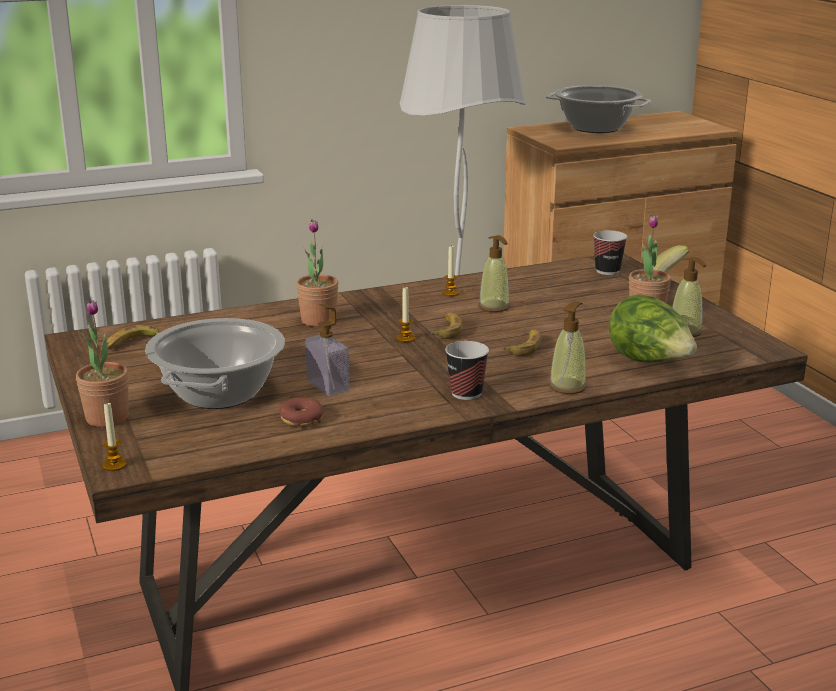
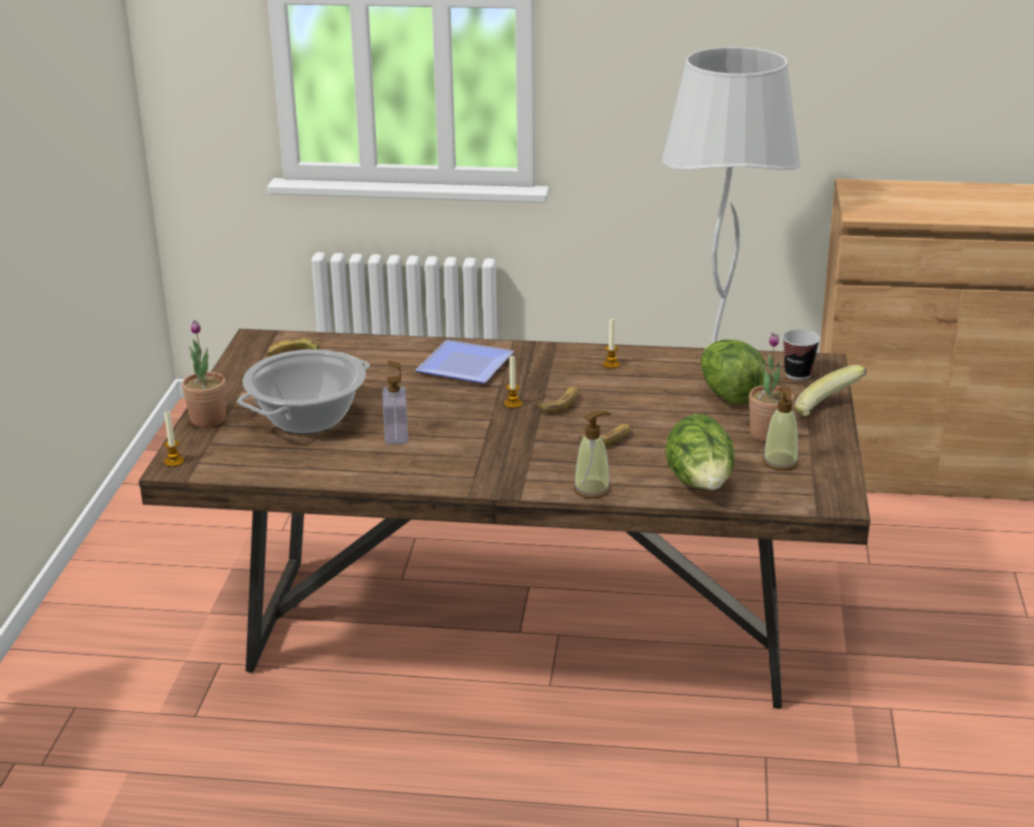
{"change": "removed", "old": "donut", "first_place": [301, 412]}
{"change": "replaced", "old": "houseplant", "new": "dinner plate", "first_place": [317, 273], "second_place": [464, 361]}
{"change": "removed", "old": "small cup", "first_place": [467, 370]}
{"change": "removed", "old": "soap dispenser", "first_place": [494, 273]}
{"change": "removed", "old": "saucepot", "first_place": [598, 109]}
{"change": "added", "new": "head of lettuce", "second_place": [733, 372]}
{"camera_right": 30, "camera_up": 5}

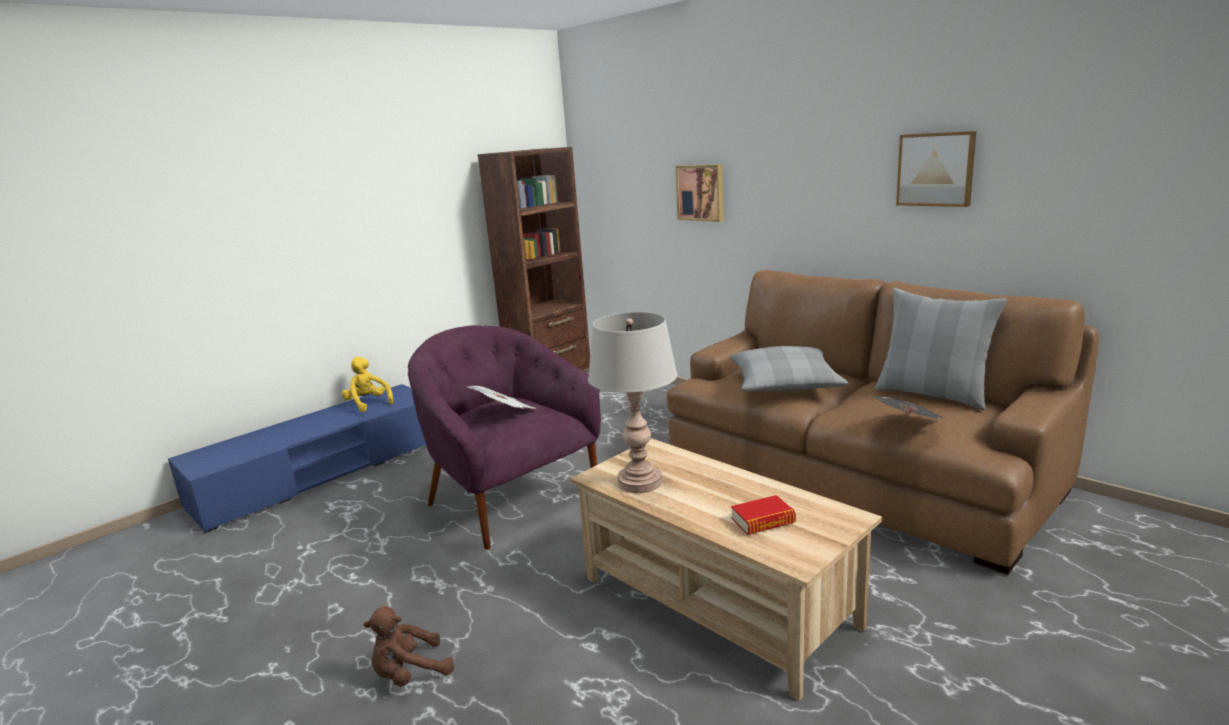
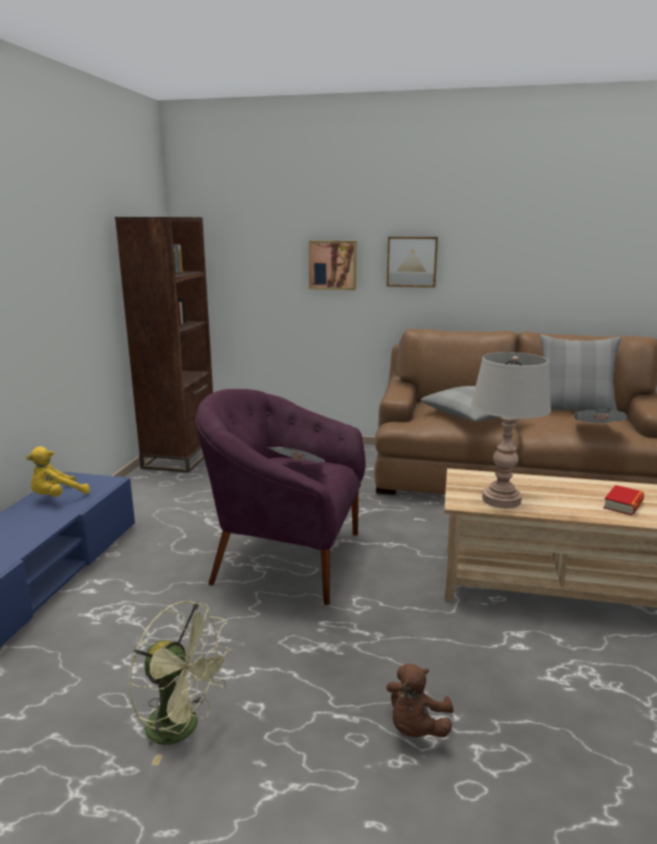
{"change": "turned", "old": "yellowish cuddly toy", "first_place": [367, 384], "second_place": [58, 471], "degrees": -60}
{"change": "moved", "old": "picture", "first_place": [936, 169], "second_place": [412, 262]}
{"change": "added", "new": "greenish cooling fan", "second_place": [181, 683]}
{"camera_right": -35, "camera_up": 0}

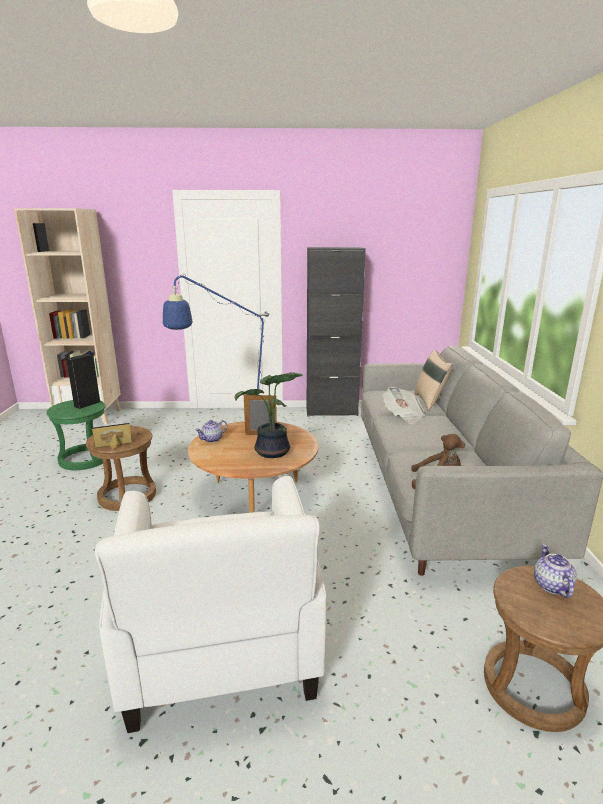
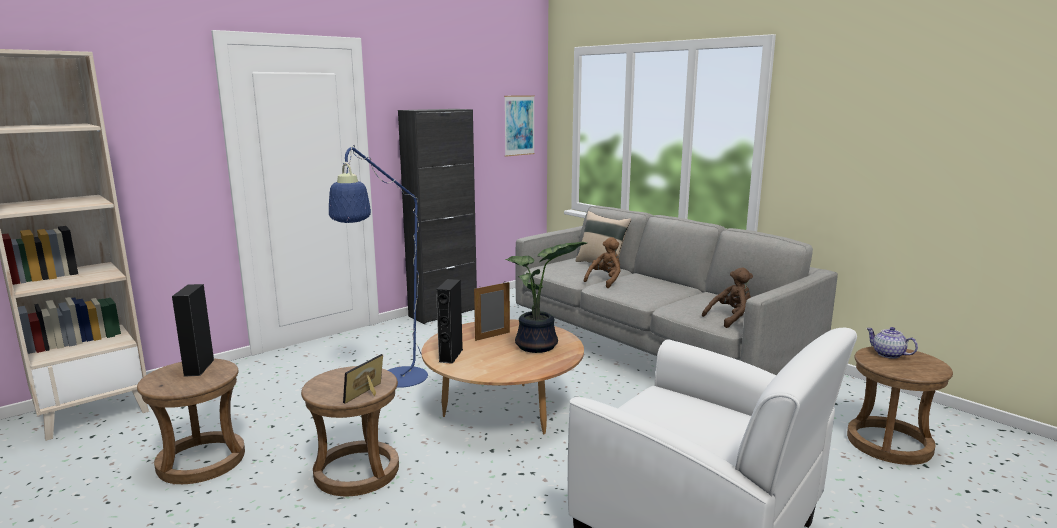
{"change": "recoloured", "old": "greenish stool", "new": "brown stool", "first_place": [75, 435], "second_place": [191, 421]}
{"change": "replaced", "old": "tea pot", "new": "black-coloured speaker", "first_place": [211, 431], "second_place": [449, 321]}
{"change": "replaced", "old": "newspaper", "new": "brown cuddly toy", "first_place": [404, 406], "second_place": [602, 262]}
{"change": "added", "new": "picture", "second_place": [519, 126]}
{"camera_right": -40, "camera_up": -5}

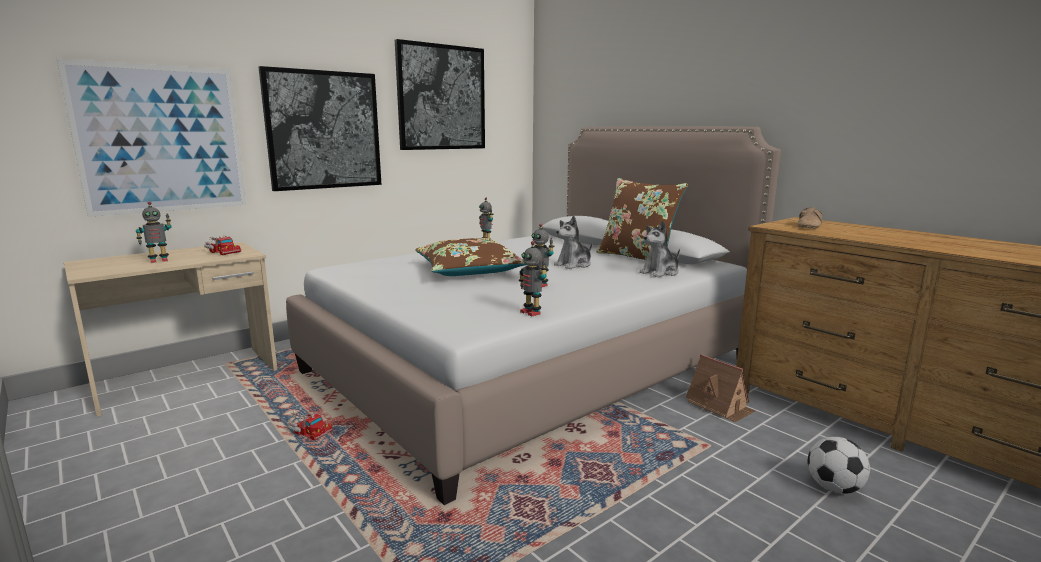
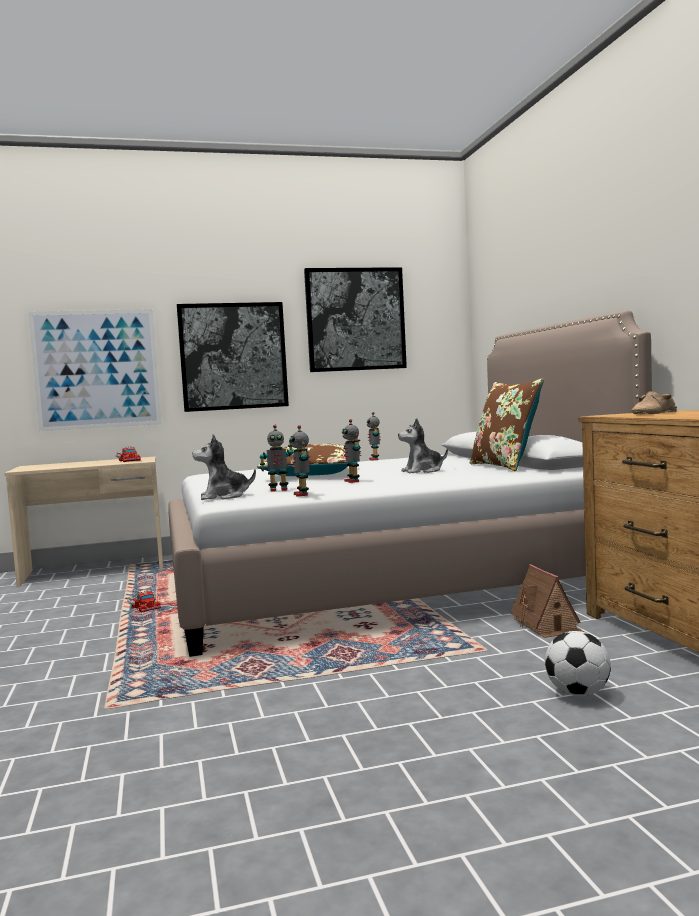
{"change": "moved", "old": "toy robot", "first_place": [153, 232], "second_place": [276, 458]}
{"change": "moved", "old": "cuddly toy", "first_place": [659, 249], "second_place": [224, 467]}
{"camera_right": 25, "camera_up": -10}

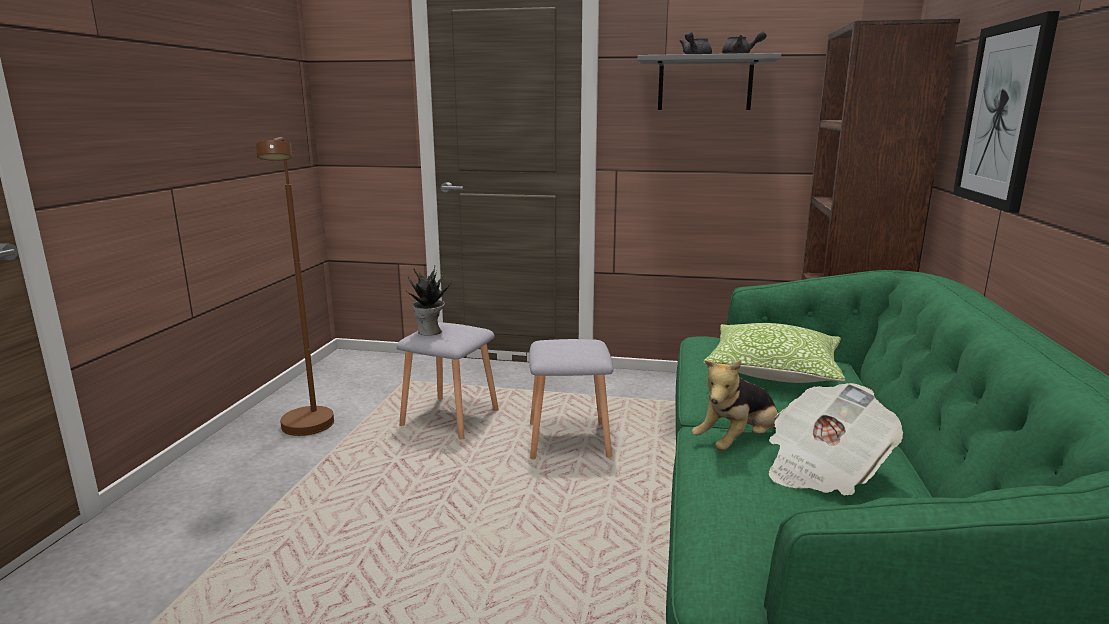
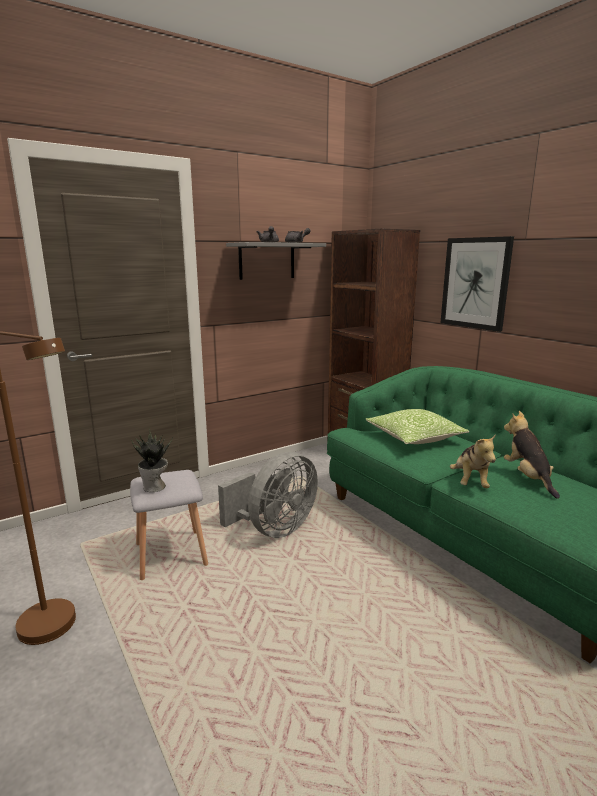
{"change": "replaced", "old": "gray stool", "new": "gray cooling fan", "first_place": [571, 399], "second_place": [268, 495]}
{"change": "replaced", "old": "newspaper", "new": "cuddly toy", "first_place": [836, 439], "second_place": [532, 455]}
{"camera_right": -45, "camera_up": 0}

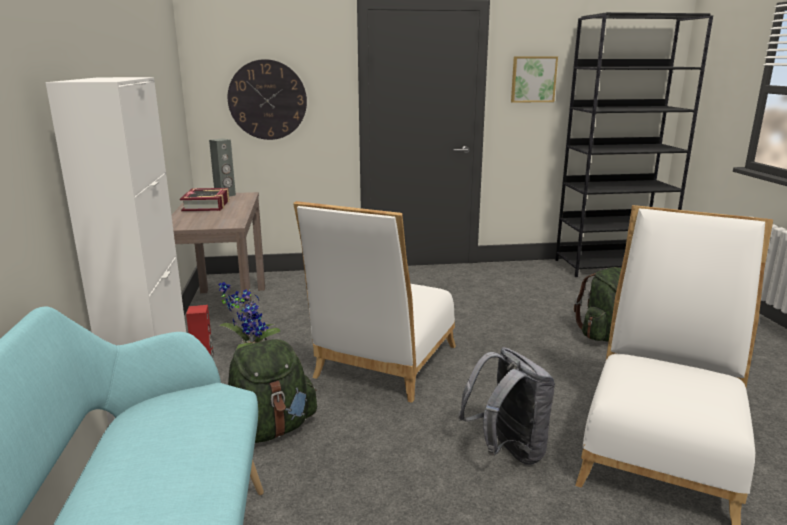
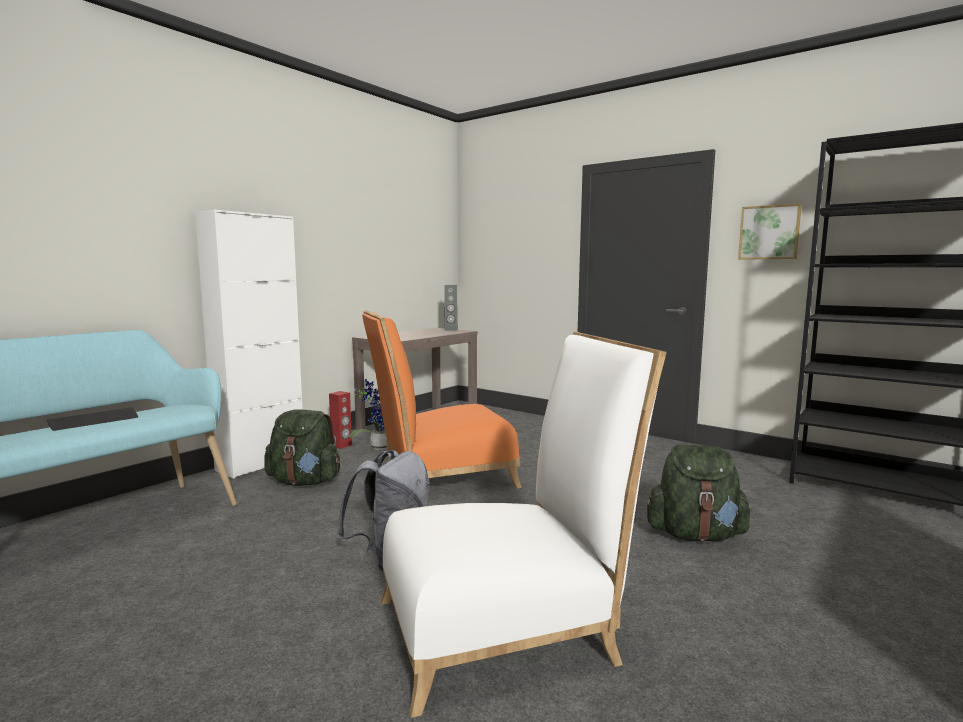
{"change": "removed", "old": "book", "first_place": [204, 199]}
{"change": "removed", "old": "wall clock", "first_place": [267, 99]}
{"change": "recoloured", "old": "whitish upright chair", "new": "orange-coloured upright chair", "first_place": [374, 302], "second_place": [442, 399]}
{"change": "added", "new": "PC keyboard", "second_place": [92, 419]}
{"camera_right": 45, "camera_up": -10}

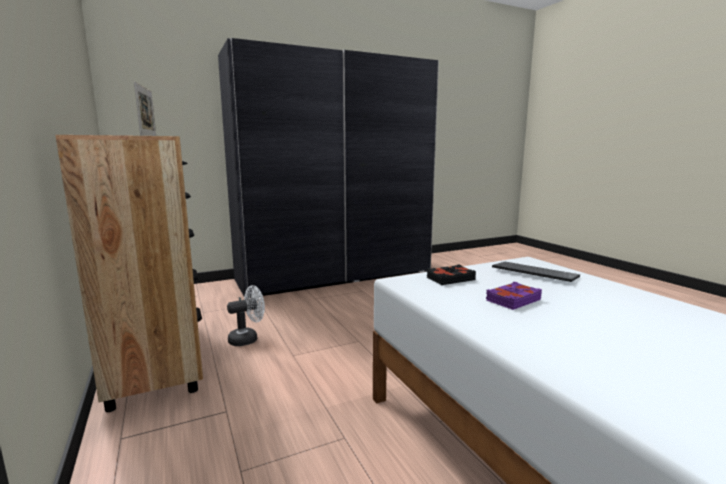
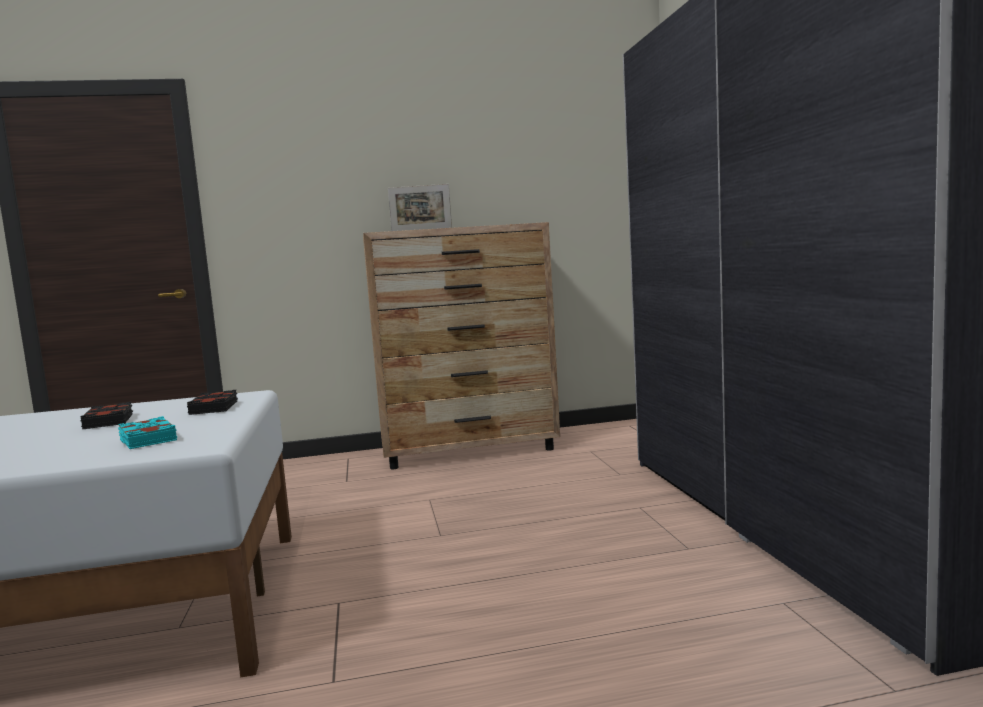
{"change": "removed", "old": "whitish cooling fan", "first_place": [246, 315]}
{"change": "recoloured", "old": "purple-coloured book", "new": "black-coloured book", "first_place": [514, 296], "second_place": [106, 415]}
{"change": "replaced", "old": "PC keyboard", "new": "blue-green book", "first_place": [536, 272], "second_place": [147, 432]}
{"camera_right": 105, "camera_up": -5}

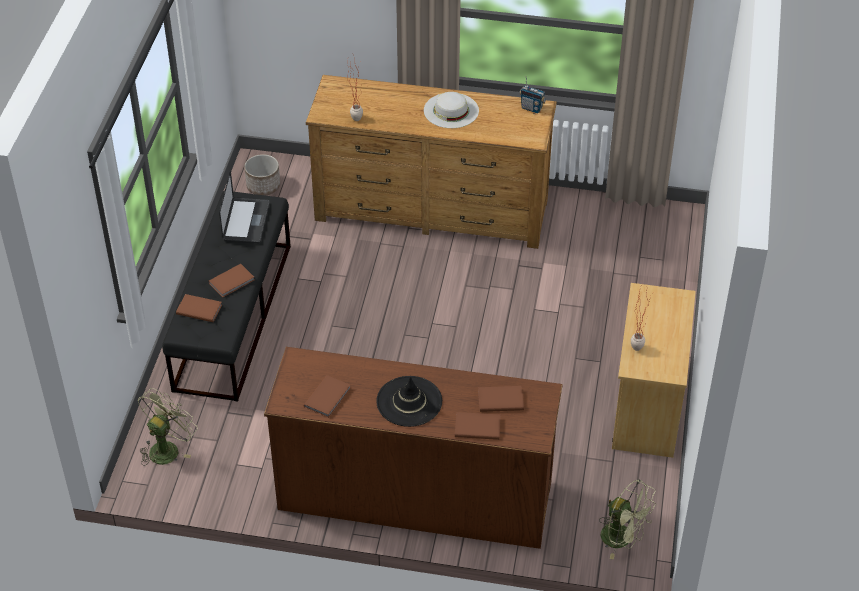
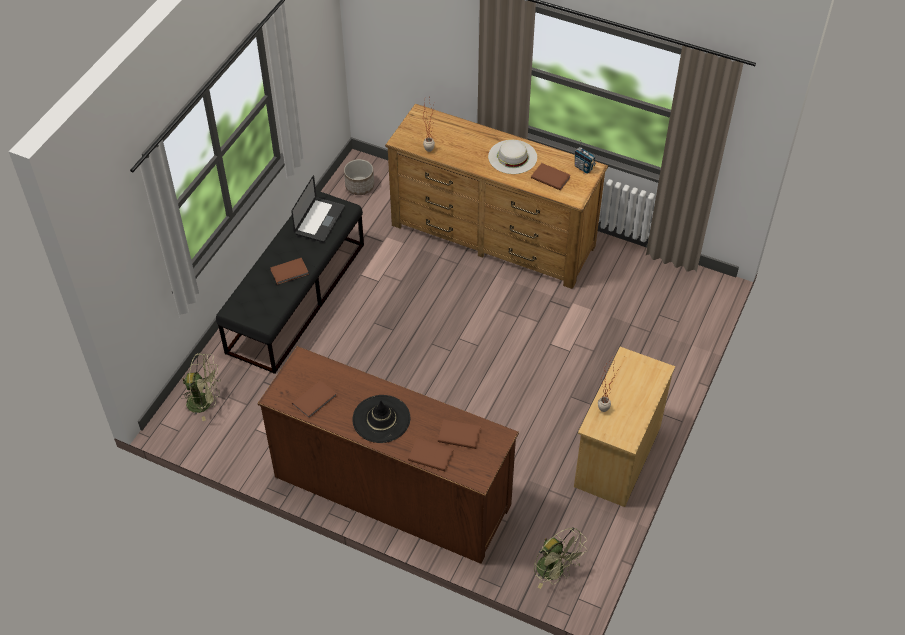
{"change": "turned", "old": "greenish cooling fan", "first_place": [168, 427], "second_place": [200, 387], "degrees": 45}
{"change": "moved", "old": "brown book", "first_place": [199, 308], "second_place": [550, 177]}
{"camera_right": 15, "camera_up": 5}

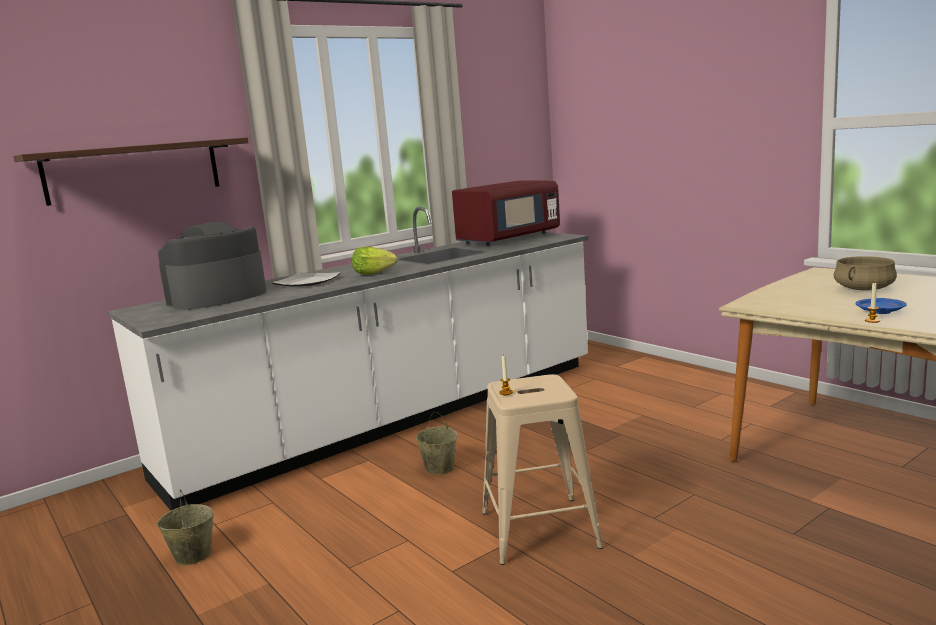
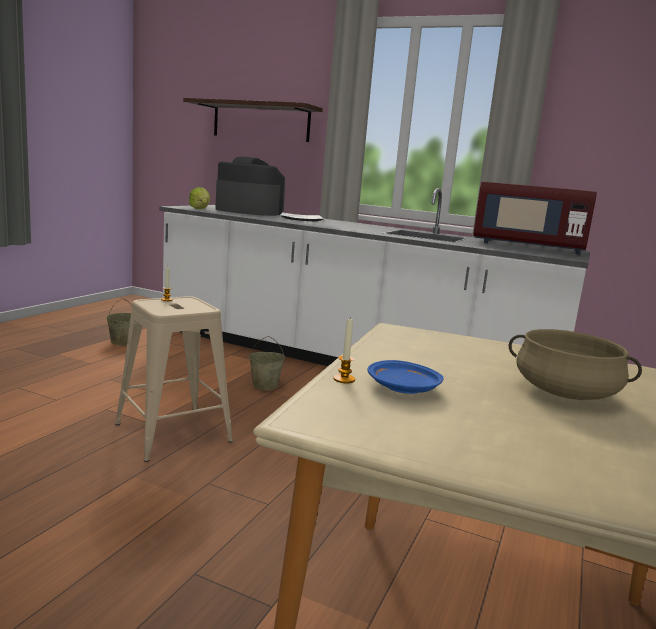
{"change": "moved", "old": "head of lettuce", "first_place": [375, 261], "second_place": [200, 198]}
{"camera_right": 60, "camera_up": 0}

